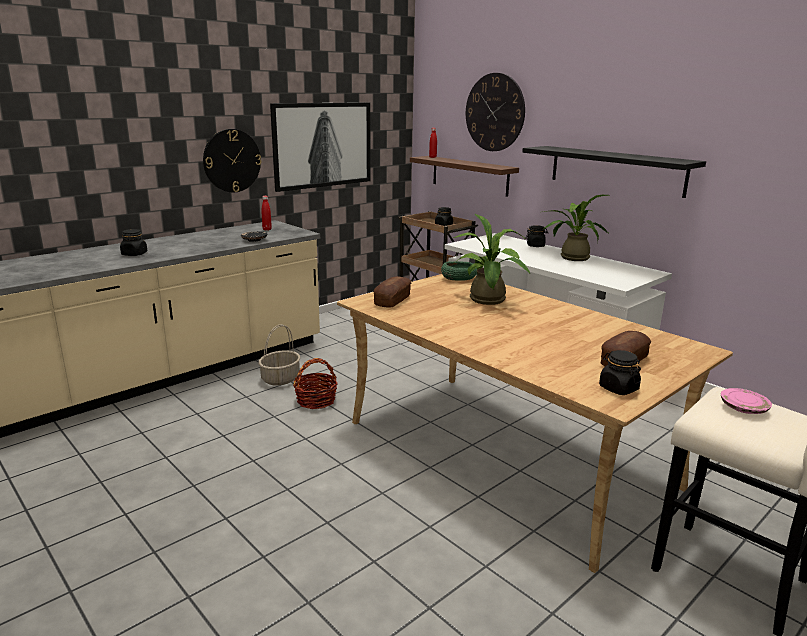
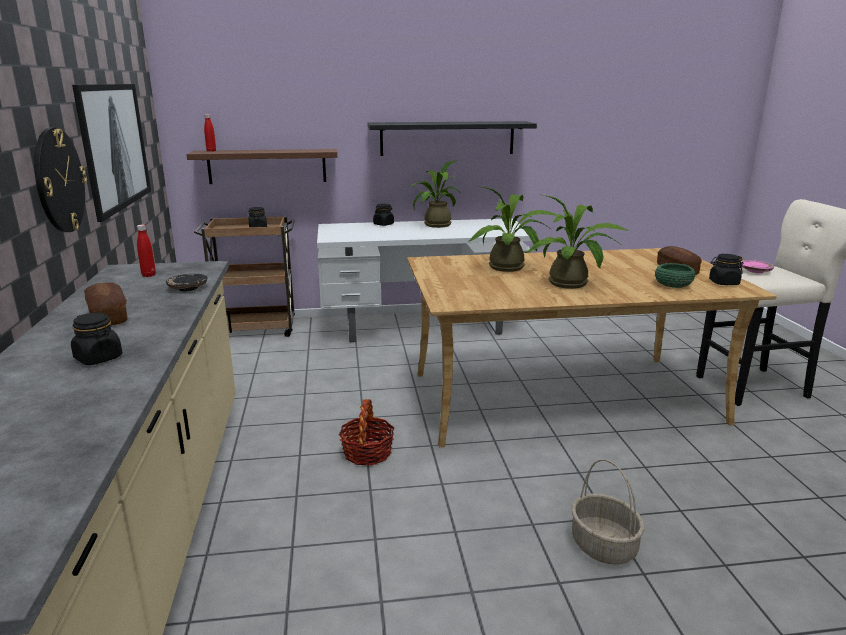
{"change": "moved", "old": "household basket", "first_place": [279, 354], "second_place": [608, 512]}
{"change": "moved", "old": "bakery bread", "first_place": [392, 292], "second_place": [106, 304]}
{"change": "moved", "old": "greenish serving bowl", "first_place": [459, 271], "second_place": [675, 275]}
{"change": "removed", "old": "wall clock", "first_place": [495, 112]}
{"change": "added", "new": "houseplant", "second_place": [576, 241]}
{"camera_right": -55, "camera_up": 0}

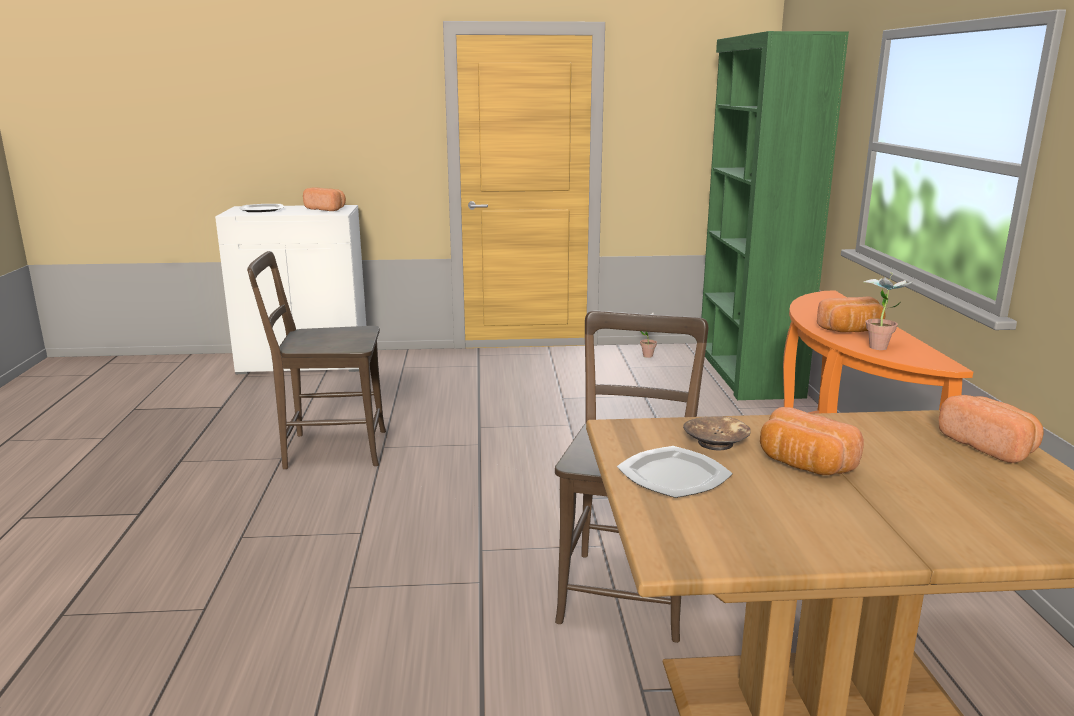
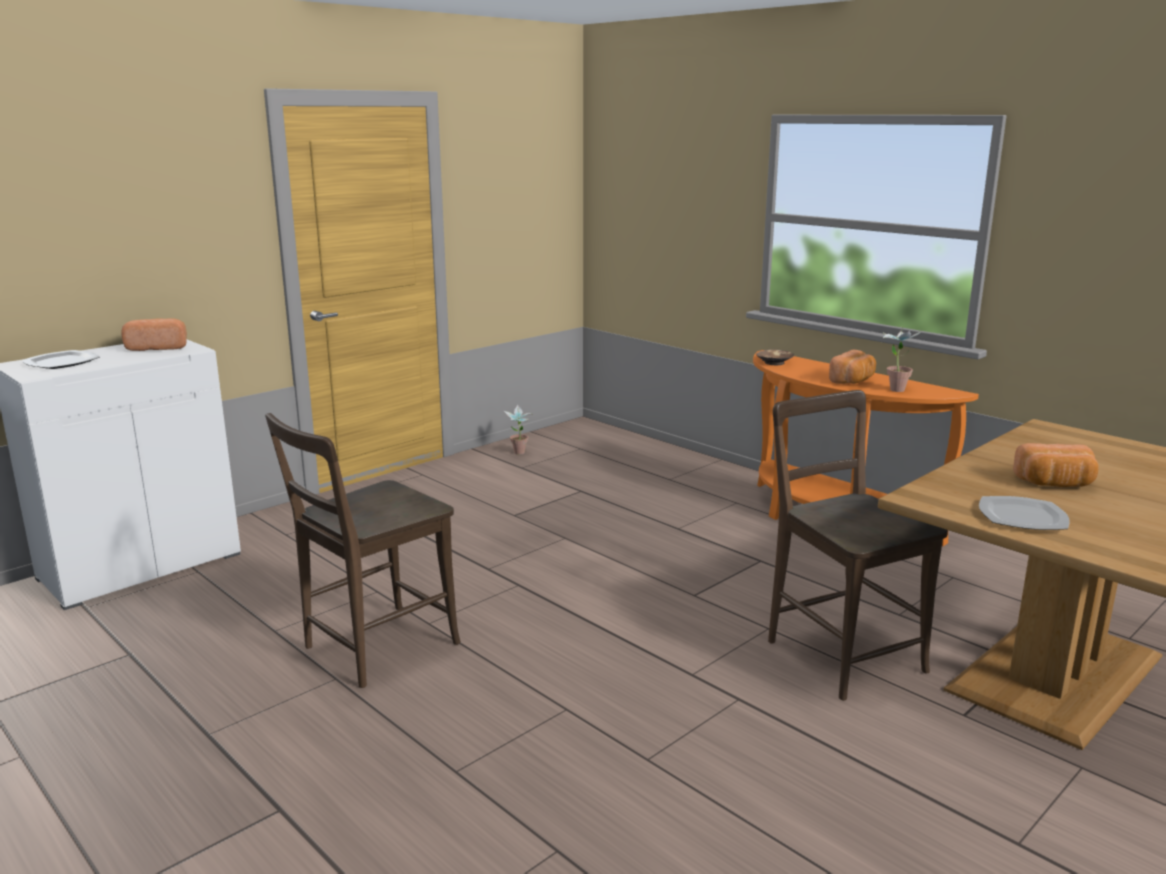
{"change": "moved", "old": "brown serving bowl", "first_place": [717, 433], "second_place": [775, 357]}
{"change": "removed", "old": "greenish bookshelf", "first_place": [775, 215]}
{"change": "removed", "old": "bakery bread", "first_place": [991, 429]}
{"camera_right": -40, "camera_up": 0}

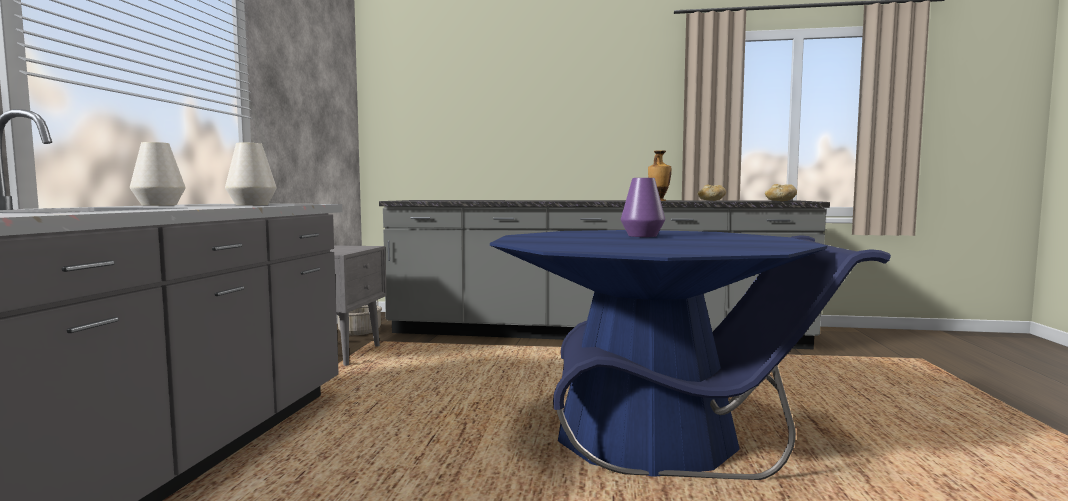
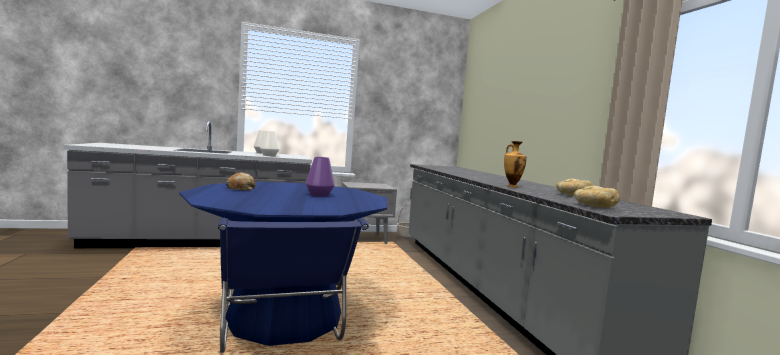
{"change": "added", "new": "bakery bread", "second_place": [241, 181]}
{"camera_right": 65, "camera_up": 0}

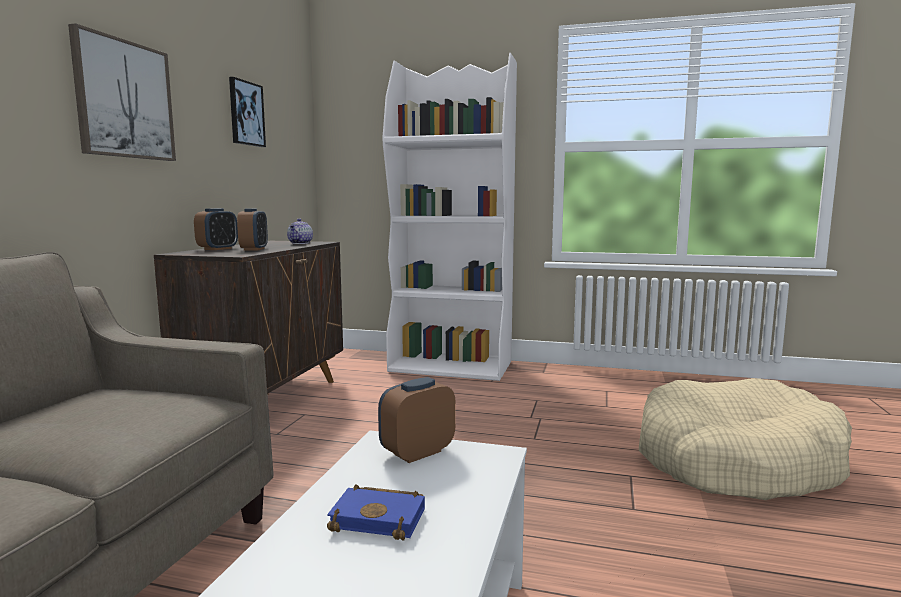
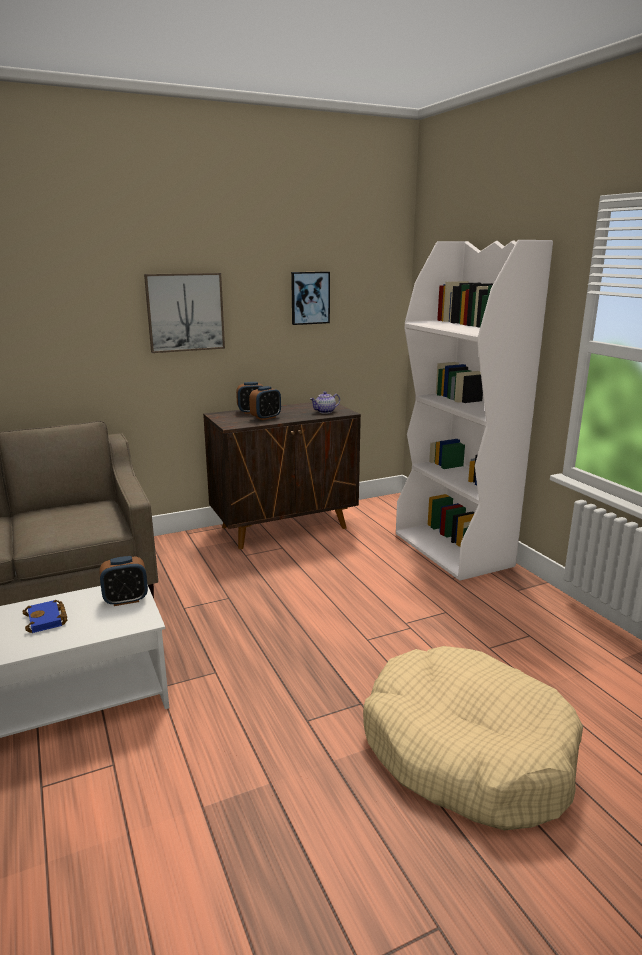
{"change": "turned", "old": "bedside clock", "first_place": [417, 420], "second_place": [123, 581], "degrees": 150}
{"camera_right": 50, "camera_up": 10}

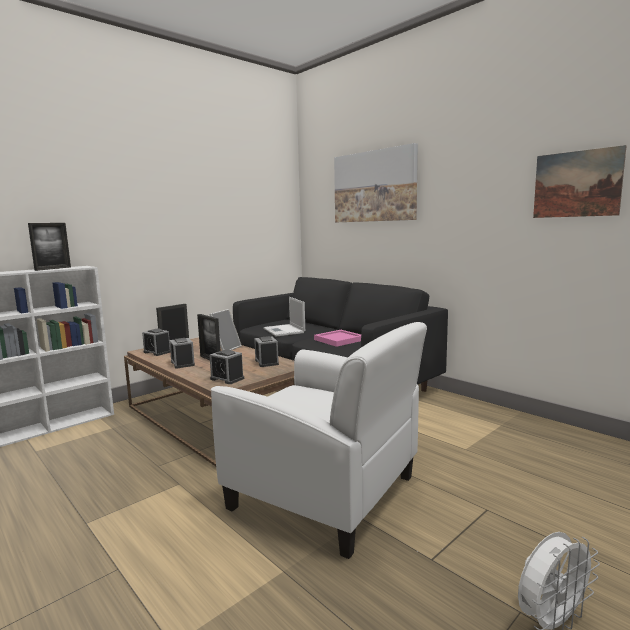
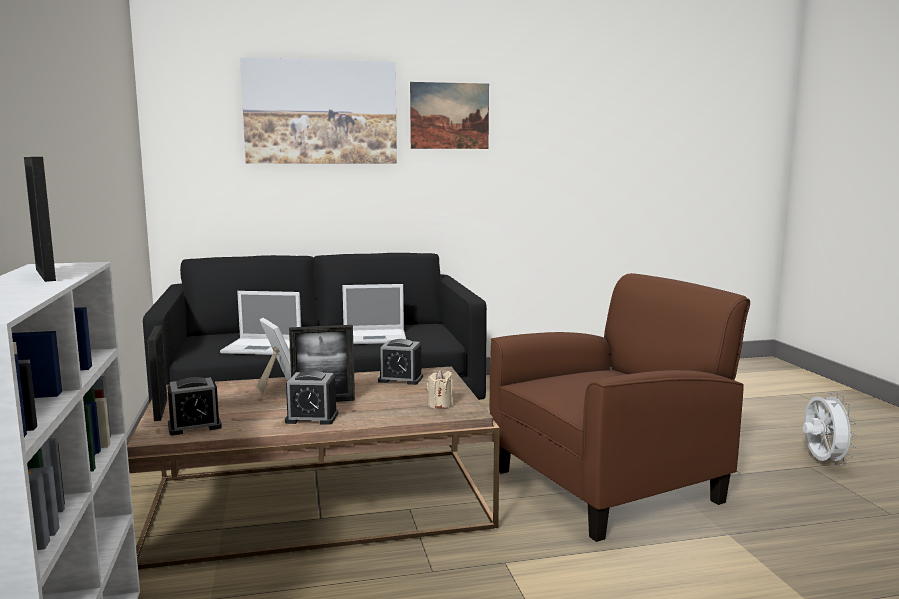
{"change": "replaced", "old": "bedside clock", "new": "beige-coloured candle", "first_place": [227, 366], "second_place": [440, 389]}
{"change": "recoloured", "old": "whitish easy chair", "new": "brown easy chair", "first_place": [319, 440], "second_place": [620, 407]}
{"change": "replaced", "old": "pink-coloured carrying tray", "new": "laptop", "first_place": [337, 338], "second_place": [374, 314]}
{"change": "moved", "old": "picture", "first_place": [580, 181], "second_place": [449, 115]}
{"camera_right": -60, "camera_up": 0}

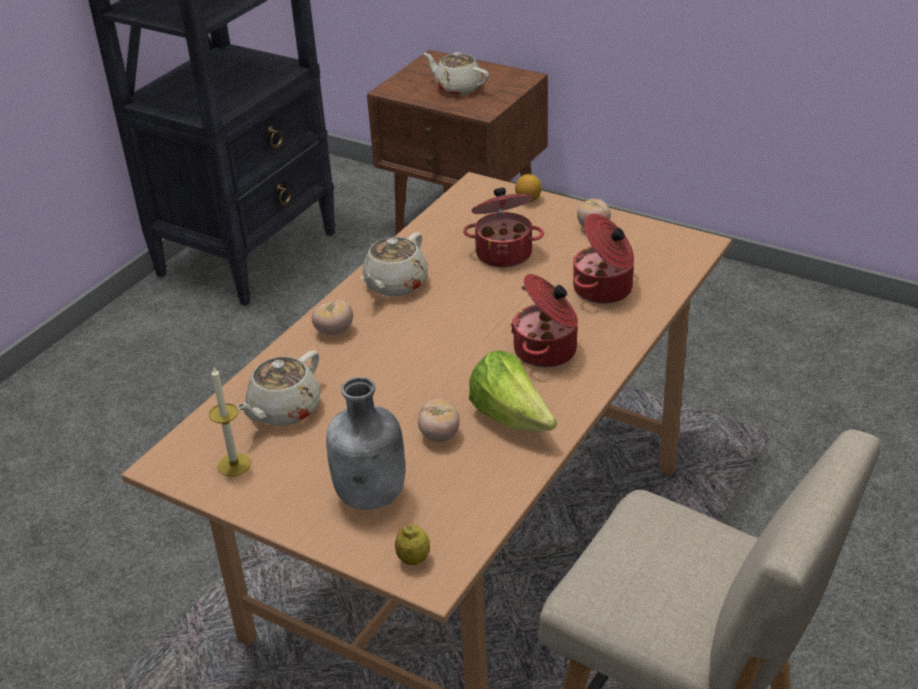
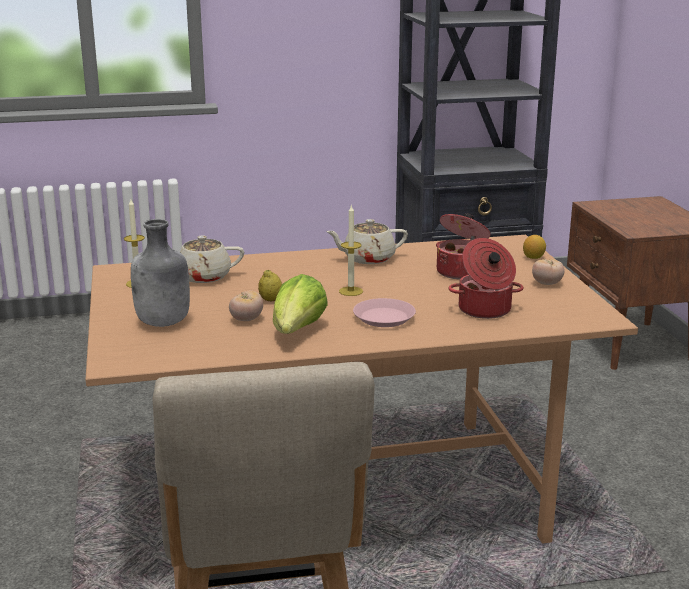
{"change": "removed", "old": "whole tomato", "first_place": [332, 317]}
{"change": "moved", "old": "whole lemon", "first_place": [412, 545], "second_place": [270, 285]}
{"change": "removed", "old": "beige-coloured tea pot", "first_place": [456, 73]}
{"change": "replaced", "old": "saucepot", "new": "pink-coloured dinner plate", "first_place": [544, 320], "second_place": [384, 312]}
{"change": "added", "new": "candle", "second_place": [351, 250]}
{"camera_right": 45, "camera_up": -15}

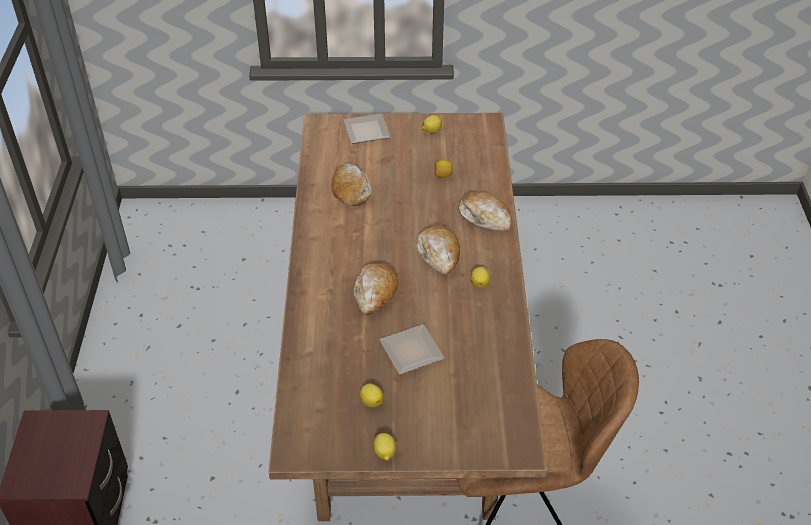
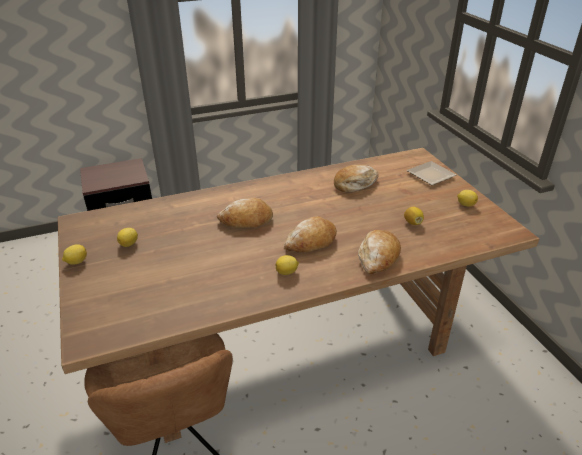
{"change": "removed", "old": "dinner plate", "first_place": [411, 349]}
{"camera_right": 70, "camera_up": -10}

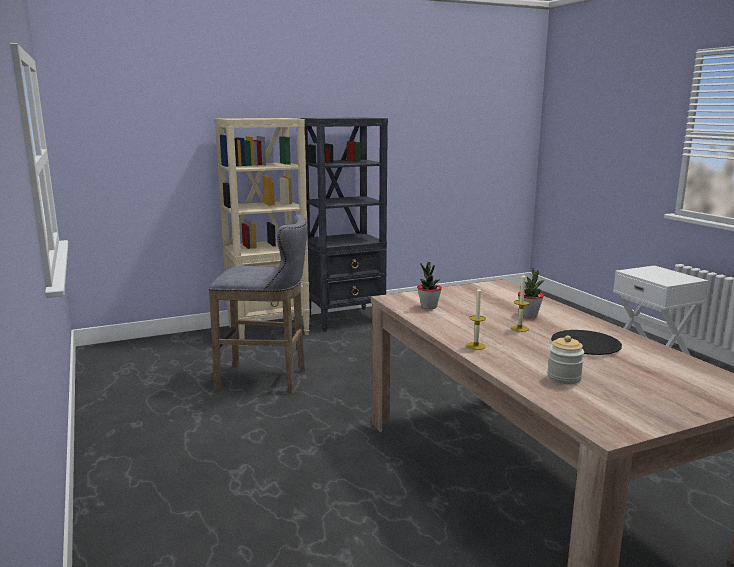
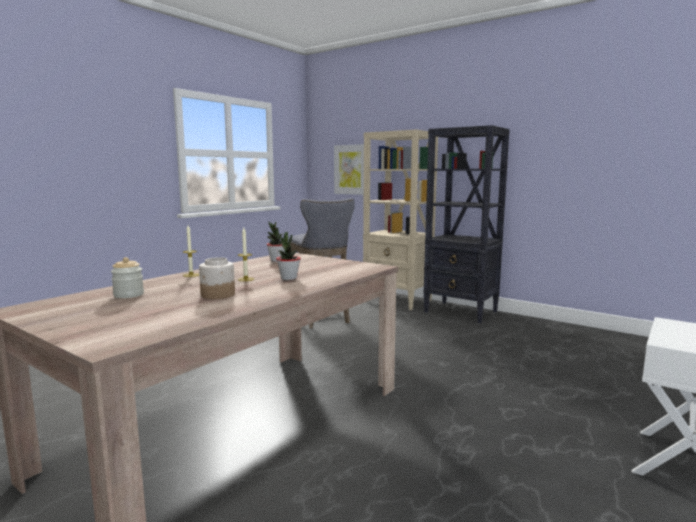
{"change": "replaced", "old": "black-coloured dinner plate", "new": "storage jar", "first_place": [586, 342], "second_place": [217, 278]}
{"change": "added", "new": "picture", "second_place": [349, 169]}
{"camera_right": 60, "camera_up": -5}

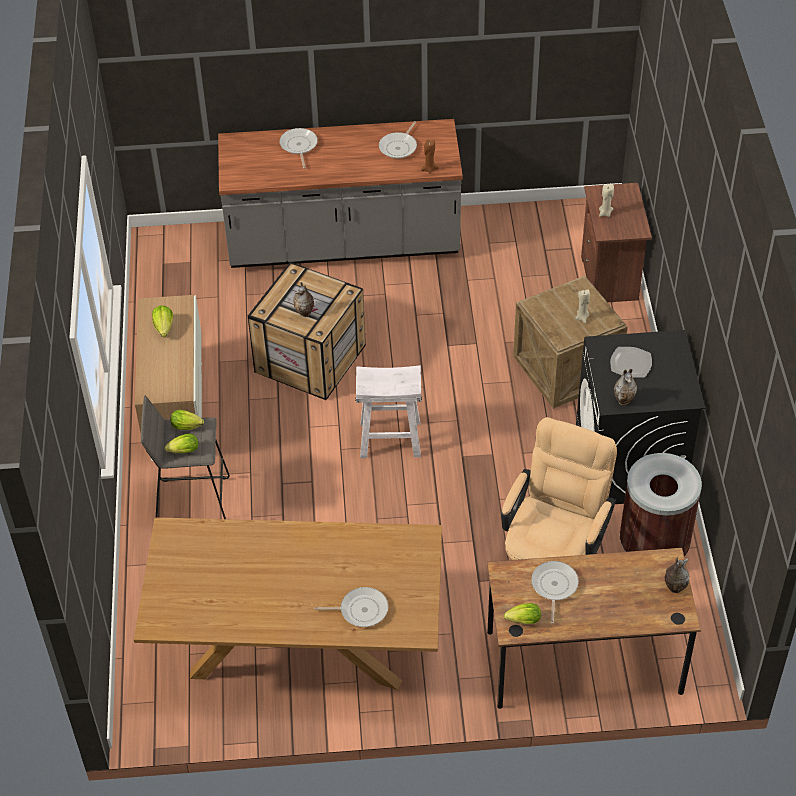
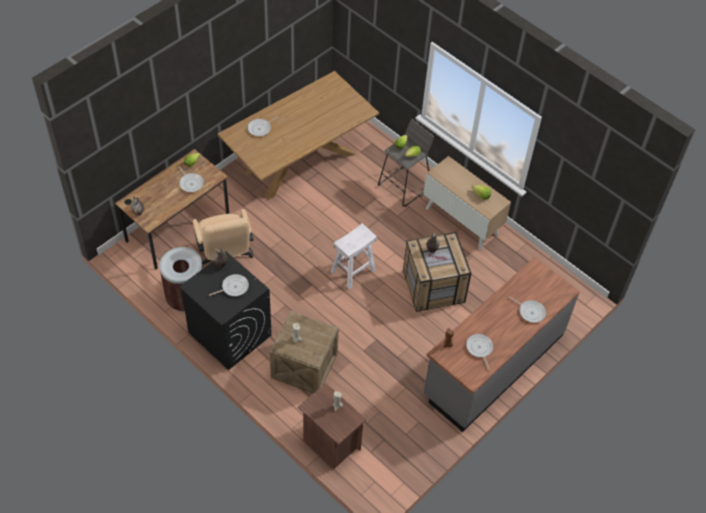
{"change": "replaced", "old": "dinner plate", "new": "frying pan", "first_place": [631, 362], "second_place": [229, 285]}
{"camera_right": 135, "camera_up": 5}

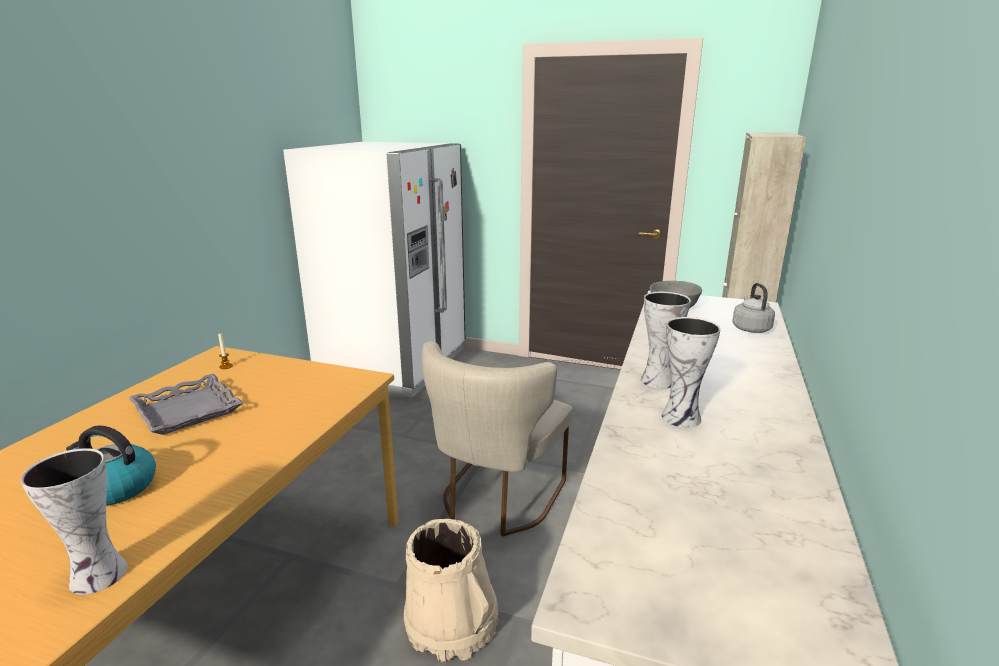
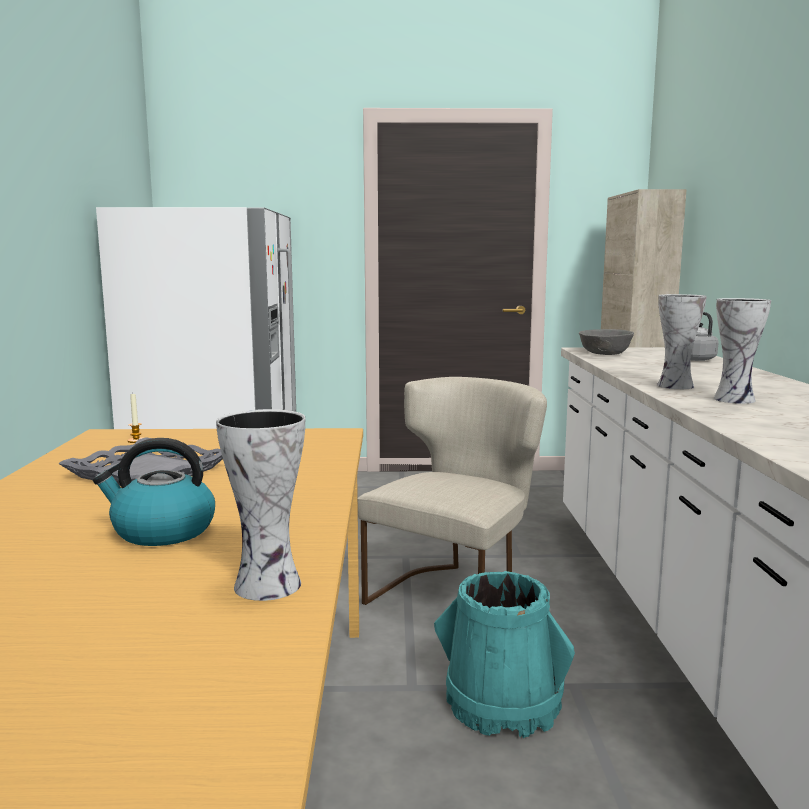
{"change": "recoloured", "old": "beige-coloured water bucket", "new": "blue-green water bucket", "first_place": [451, 590], "second_place": [504, 654]}
{"change": "turned", "old": "beige-coloured upright chair", "first_place": [497, 439], "second_place": [452, 491], "degrees": -150}
{"camera_right": -20, "camera_up": -10}

